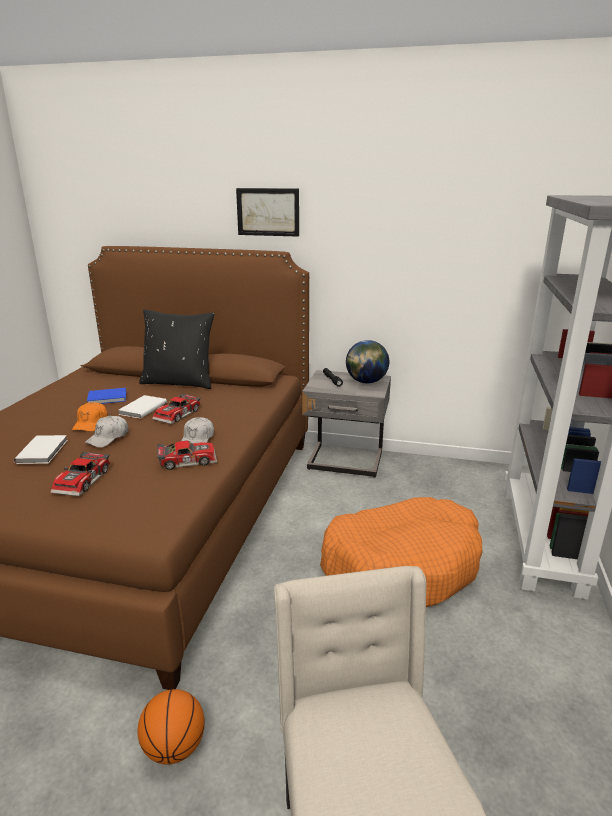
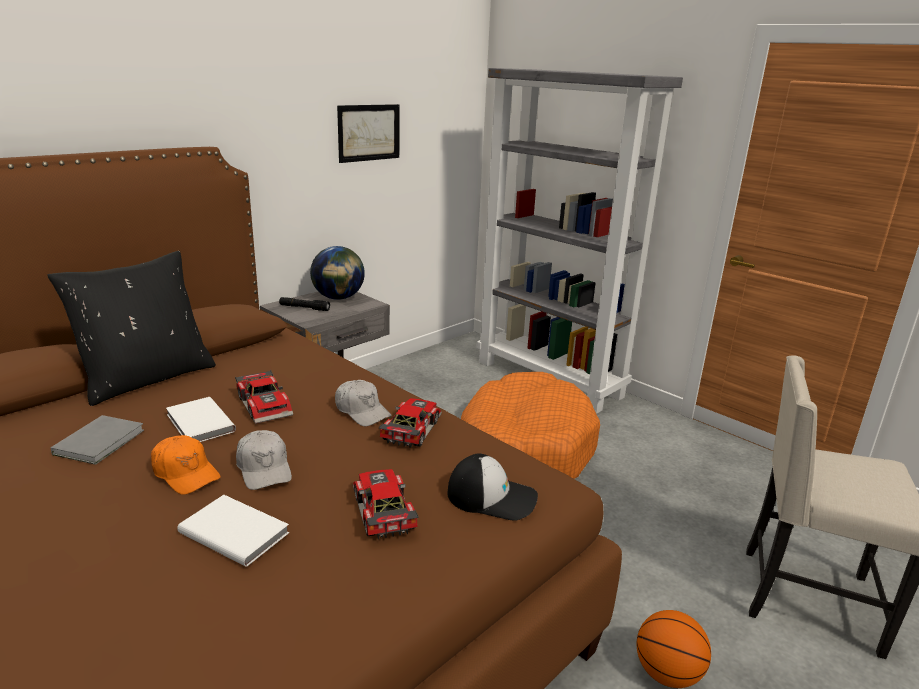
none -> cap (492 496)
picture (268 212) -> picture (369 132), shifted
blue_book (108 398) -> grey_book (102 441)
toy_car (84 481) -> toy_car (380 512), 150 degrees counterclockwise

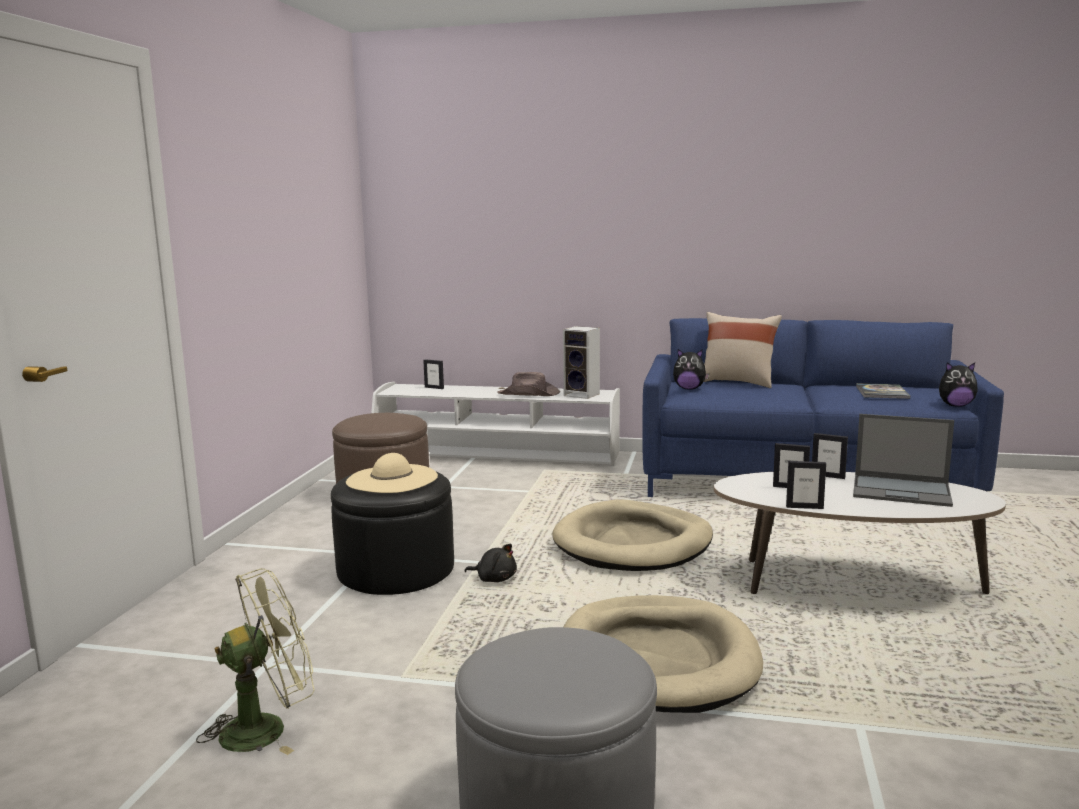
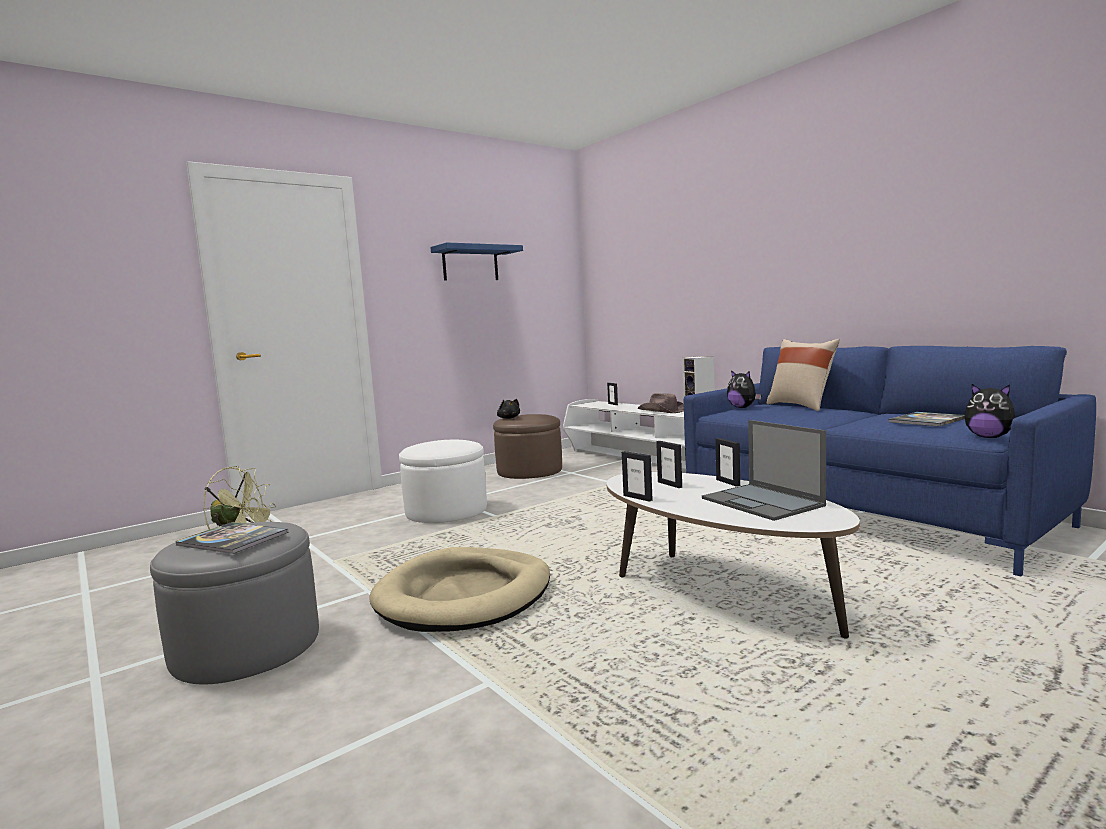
beige_hat (392 479) -> none
beige_dog_bed (633 543) -> none
none -> book (232 539)
none -> blue_shelf (470 264)
black_plush_toy (494 579) -> black_plush_toy (508 418), shifted
black_ottoman (396 570) -> white_ottoman (446 510)

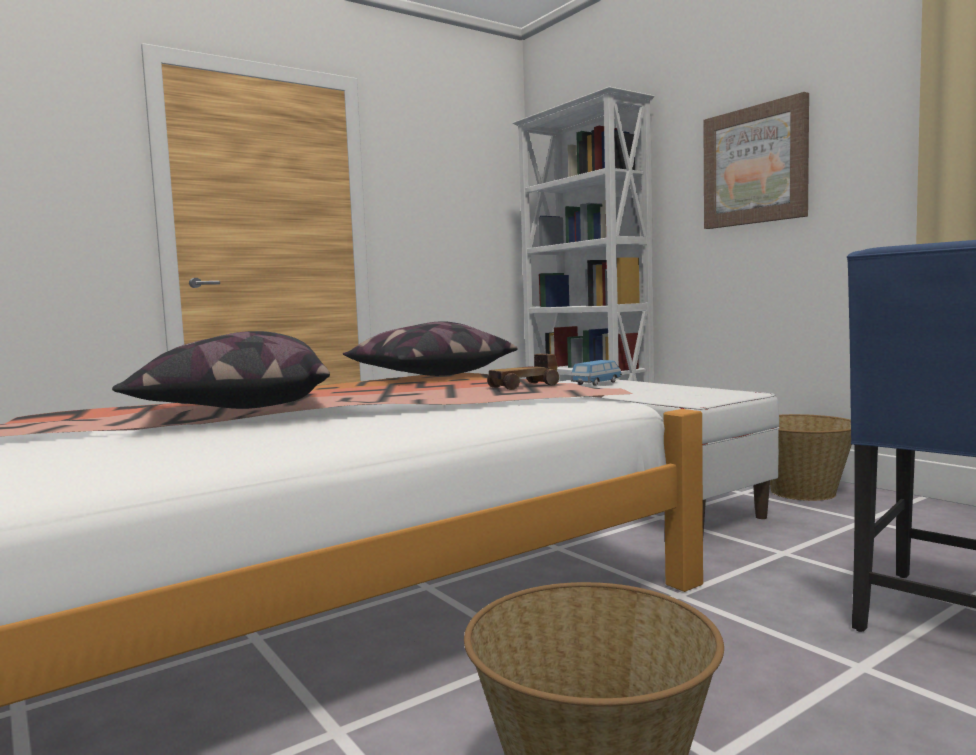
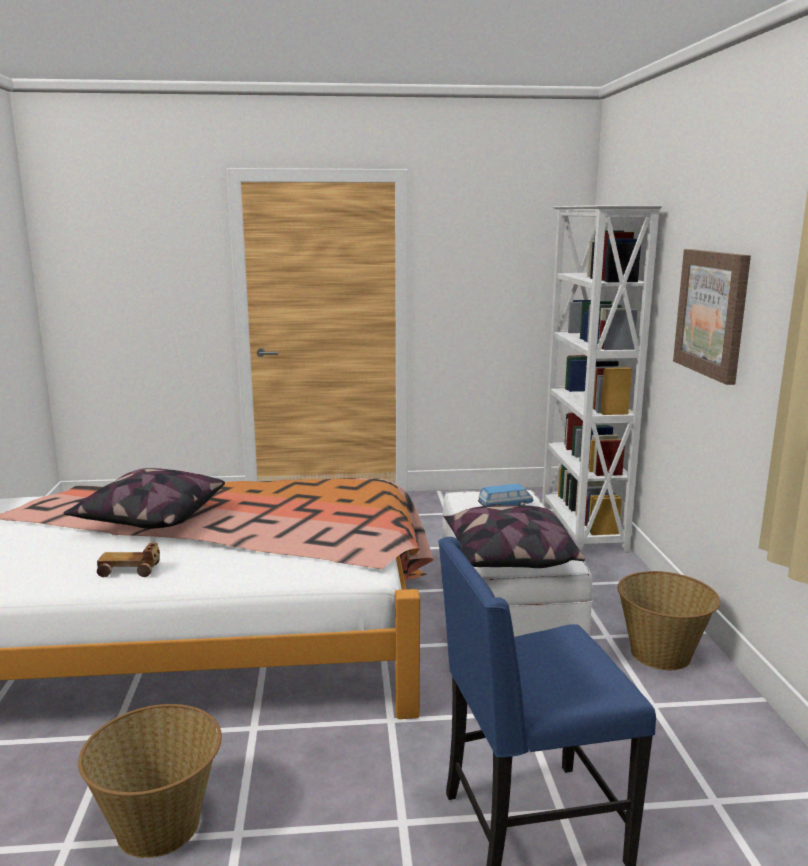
pillow (428 376) -> pillow (508 558), shifted
toy_car (524 386) -> toy_car (130 570), shifted

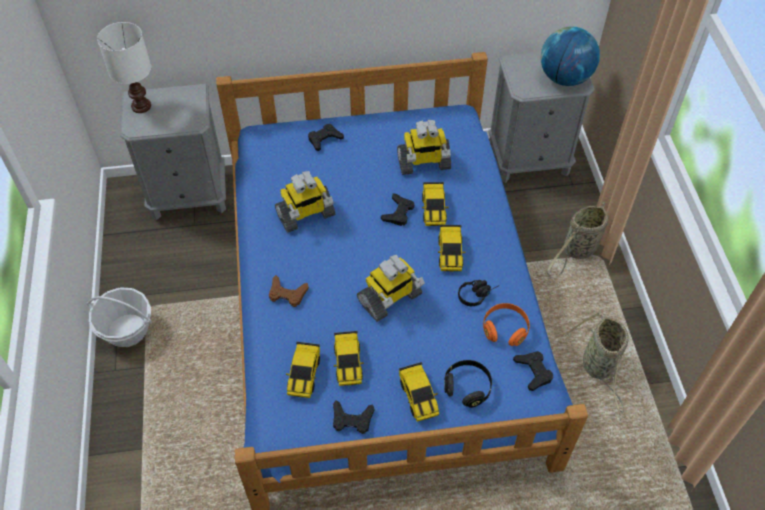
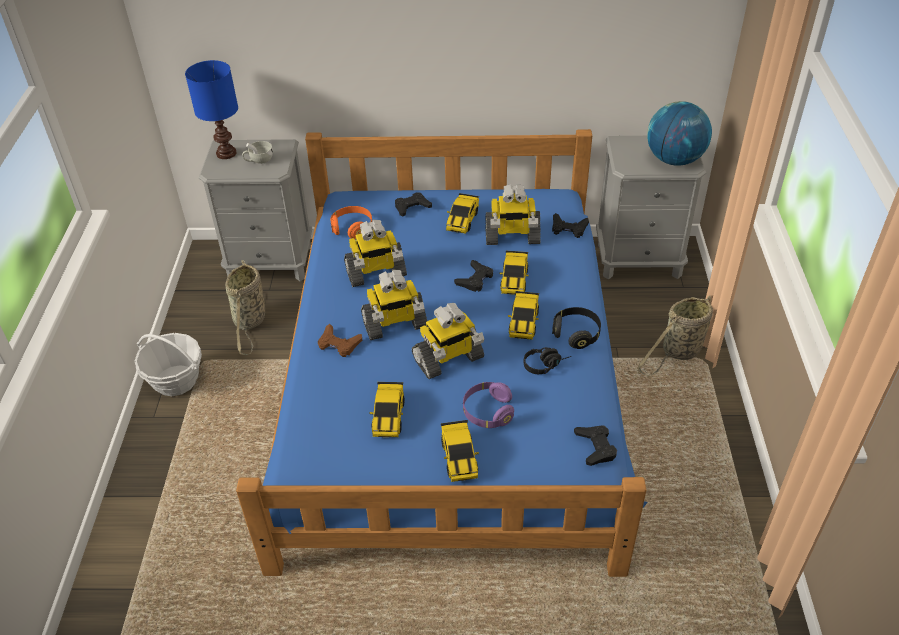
none -> white_cup (259 160)
none -> toy_robot (394 325)
none -> purple_headphones (488 412)
toy_car (304 374) -> toy_car (462 220), shifted
black_game_controller (352 419) -> black_game_controller (568 228), shifted
black_headphones (467 387) -> black_headphones (576 334), shifted
orange_headphones (505 329) -> orange_headphones (352 229), shifted
basket (598 367) -> basket (250 322), shifted
white_table_lamp (140 106) -> blue_table_lamp (225 153)

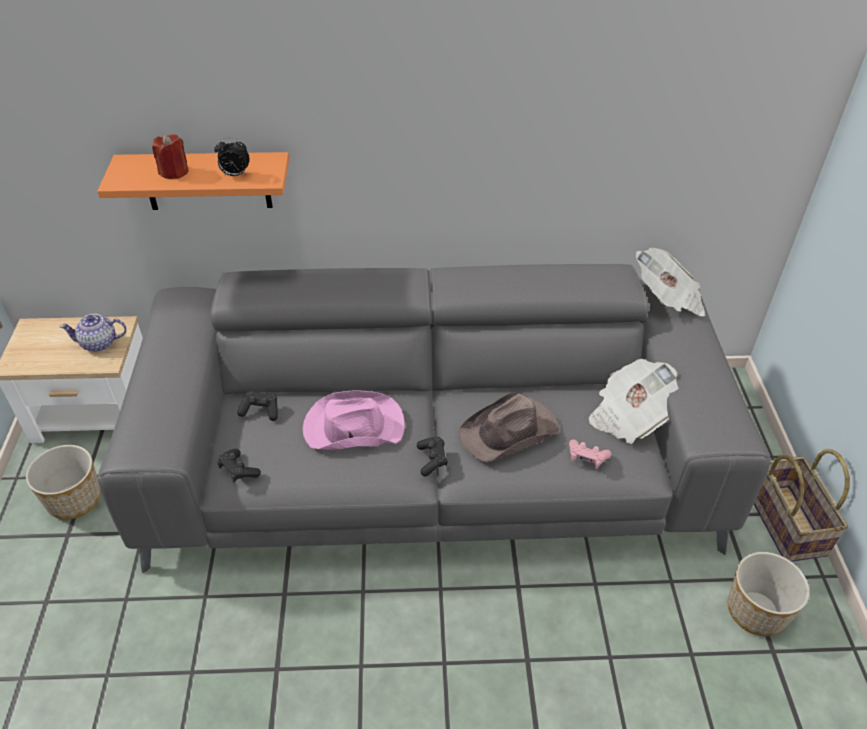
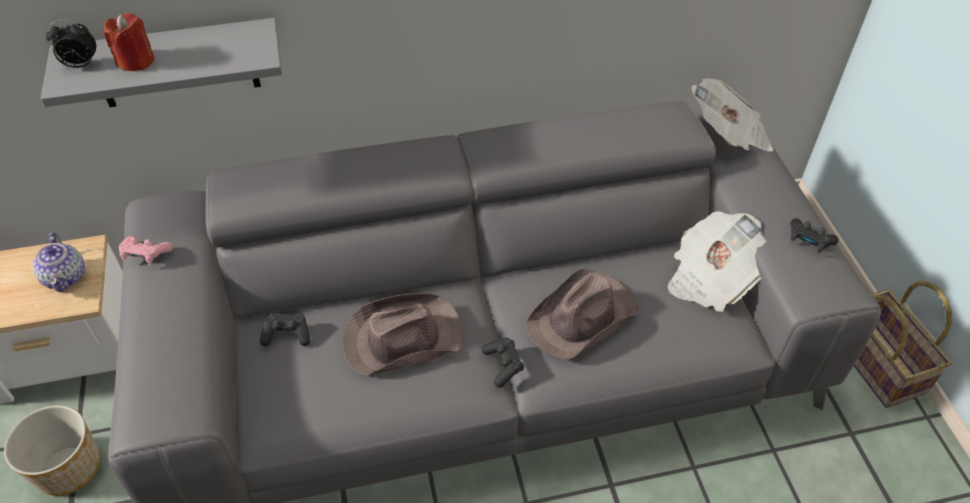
planter (757 612) -> none
alarm_clock (235 175) -> alarm_clock (81 65), shifted
black_game_controller (238 471) -> black_game_controller (808 241), shifted
pink_game_controller (586 458) -> pink_game_controller (146 255), shifted
orange_shelf (207 181) -> grey_shelf (175 64)
pink_hat (352 426) -> brown_hat (401 338)
teapot (99 343) -> teapot (66 276), 90 degrees counterclockwise

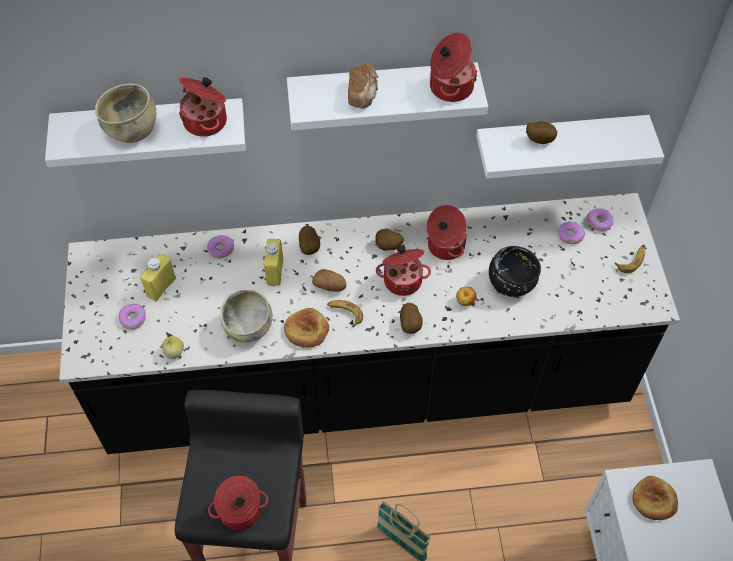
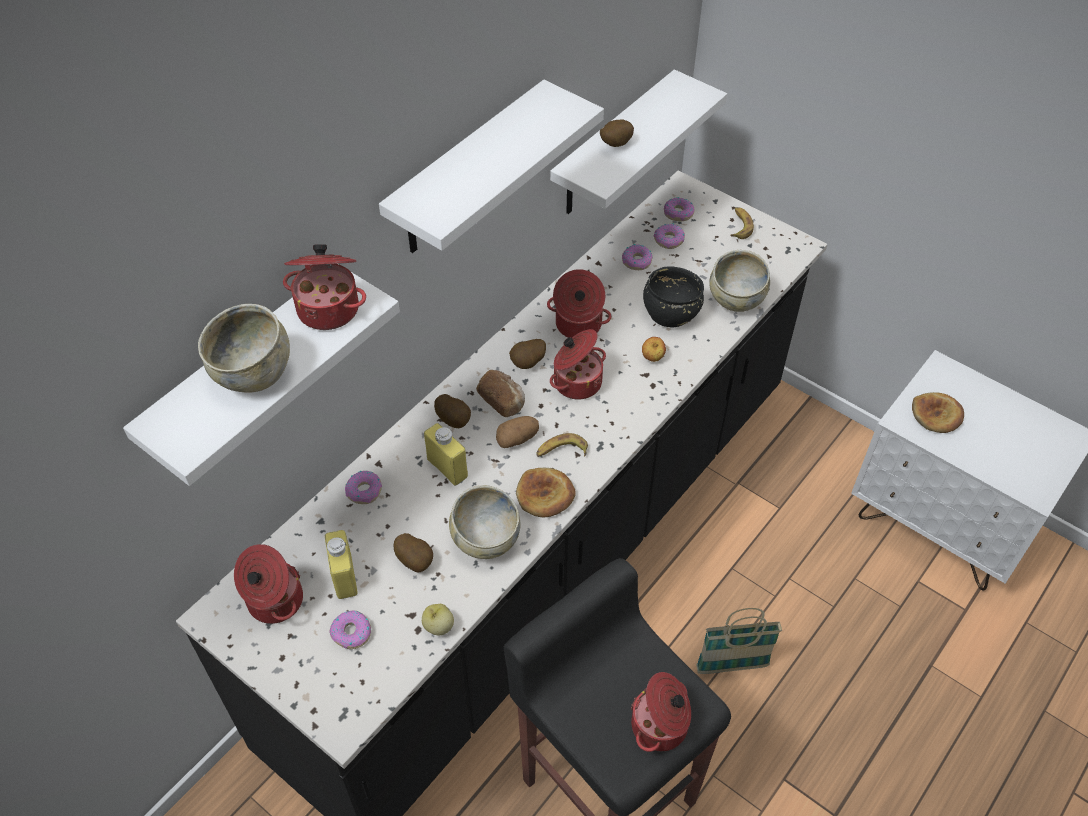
none -> donut (637 261)
none -> beige_bowl (736 299)
bread (363 94) -> bread (502 400), shifted
potato (410 325) -> potato (416 561), shifted
cooking_pot (449 87) -> cooking_pot (274 601), shifted

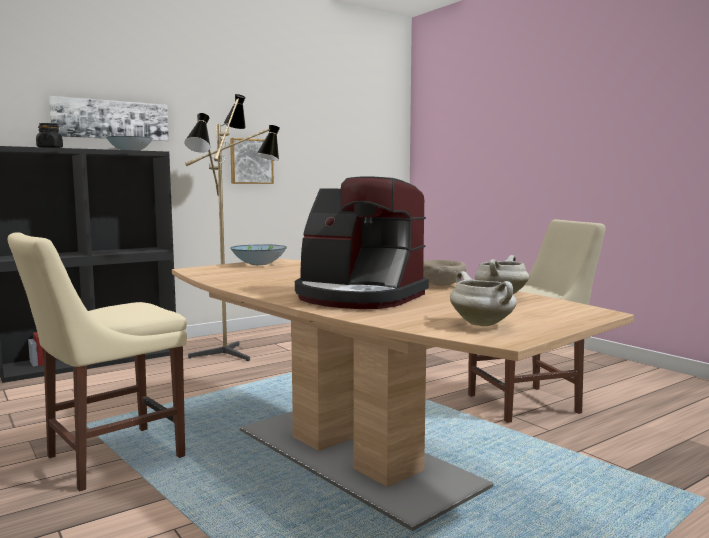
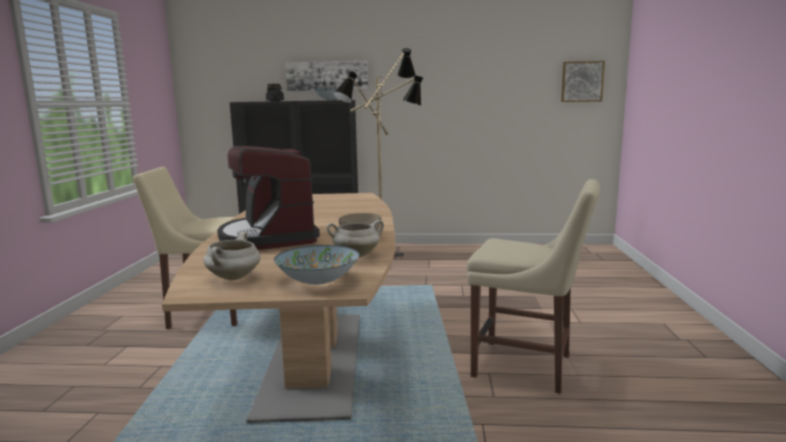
picture (251 161) -> picture (582 81), shifted
bowl (259 264) -> bowl (318 281), shifted

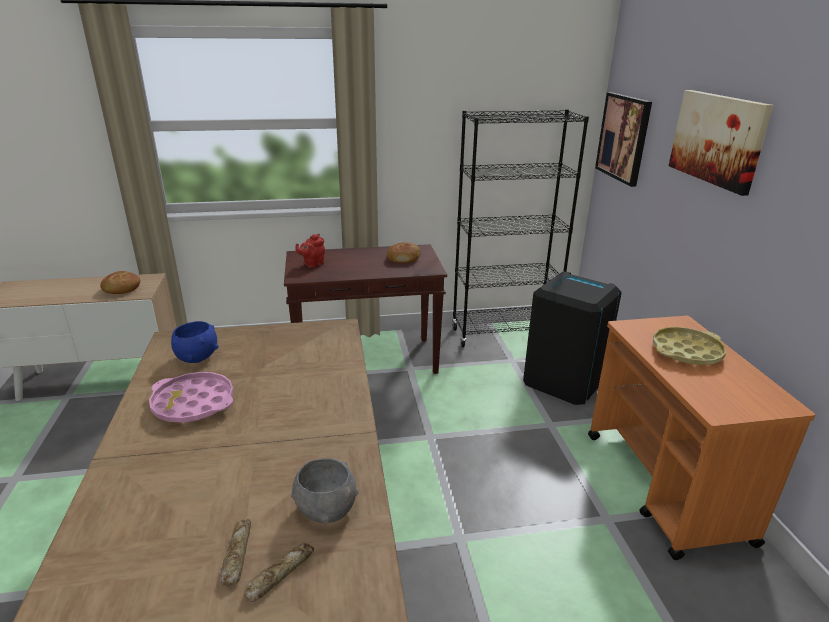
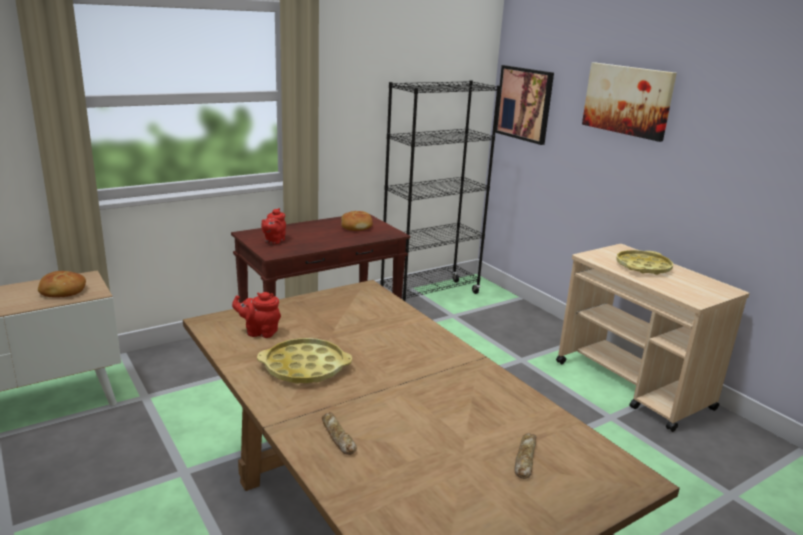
grey_bowl (326 508) -> none
black_trash_can (563 380) -> none
bread (236 555) -> bread (337 437), shifted
blue_bowl (198 357) -> red_teapot (259 332)
pink_tray (193 403) -> yellow_tray (305 367)
orange_cart (665 487) -> beige_cart (633 385)

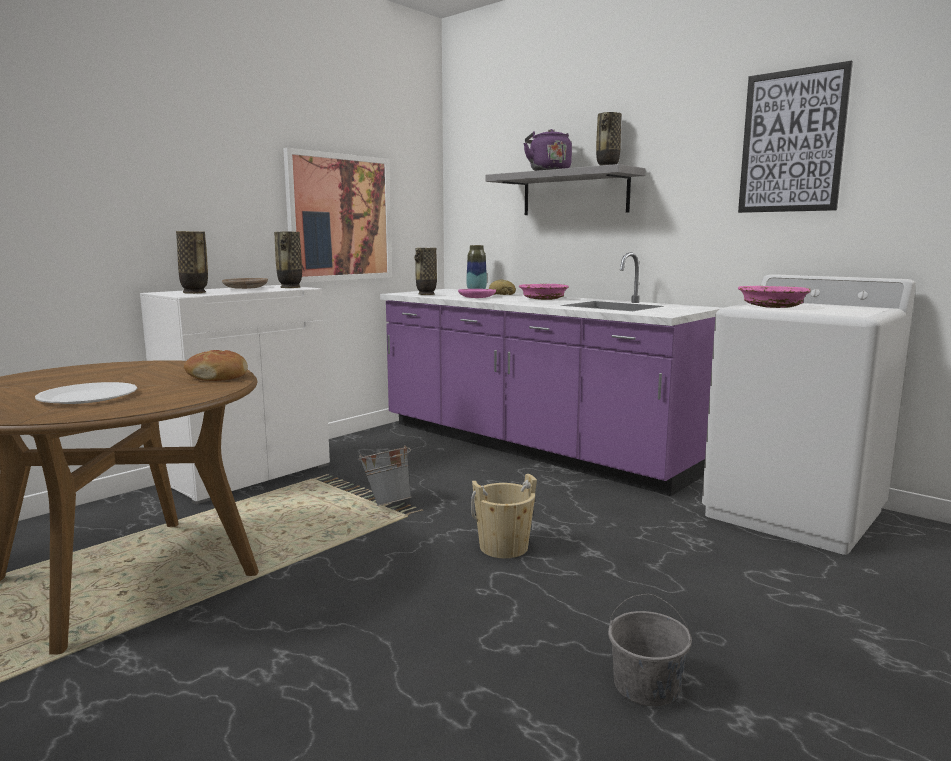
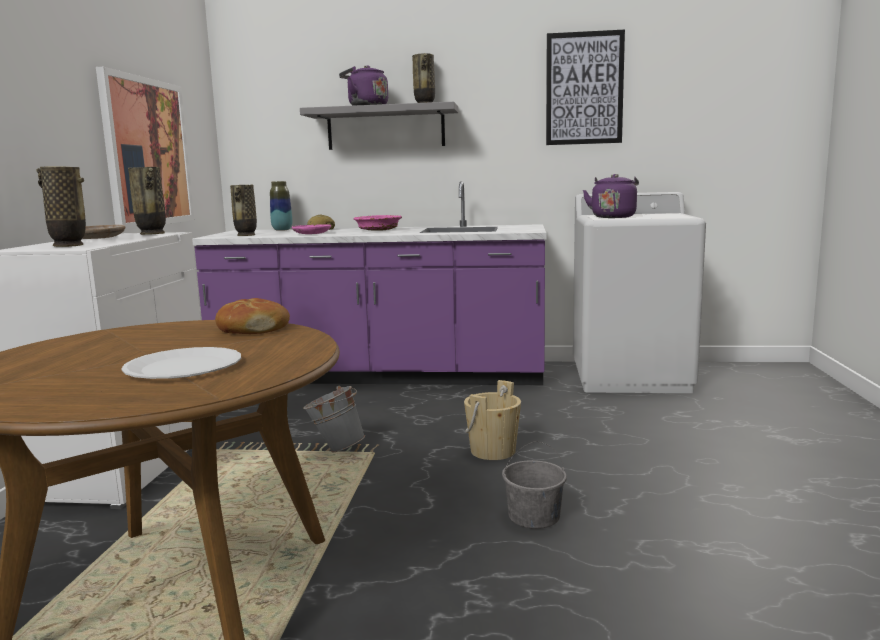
grey_bucket (647 686) -> grey_bucket (534 516), shifted
pink_bowl (772 306) -> purple_kettle (613 217)

